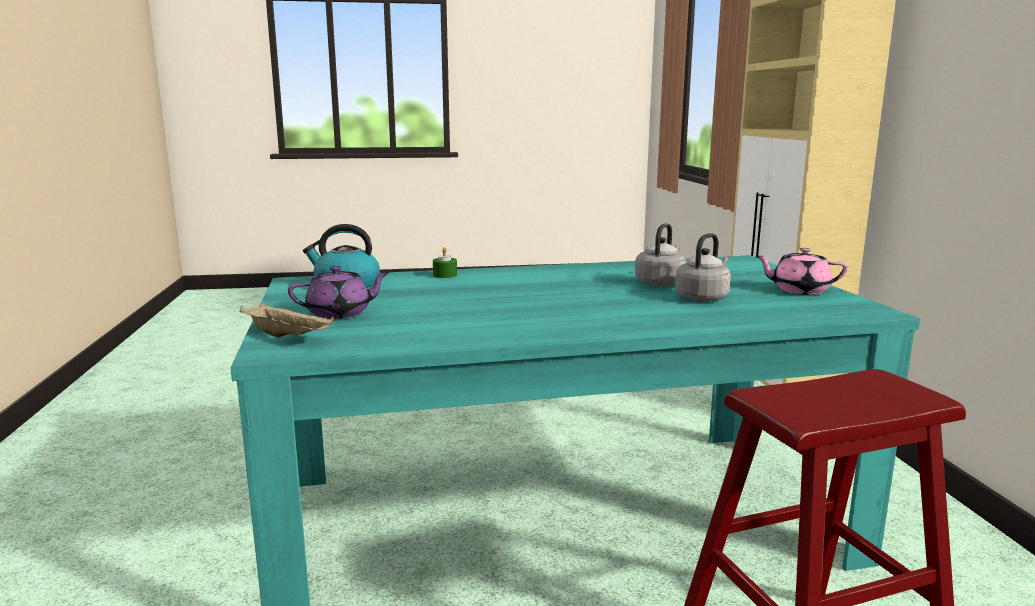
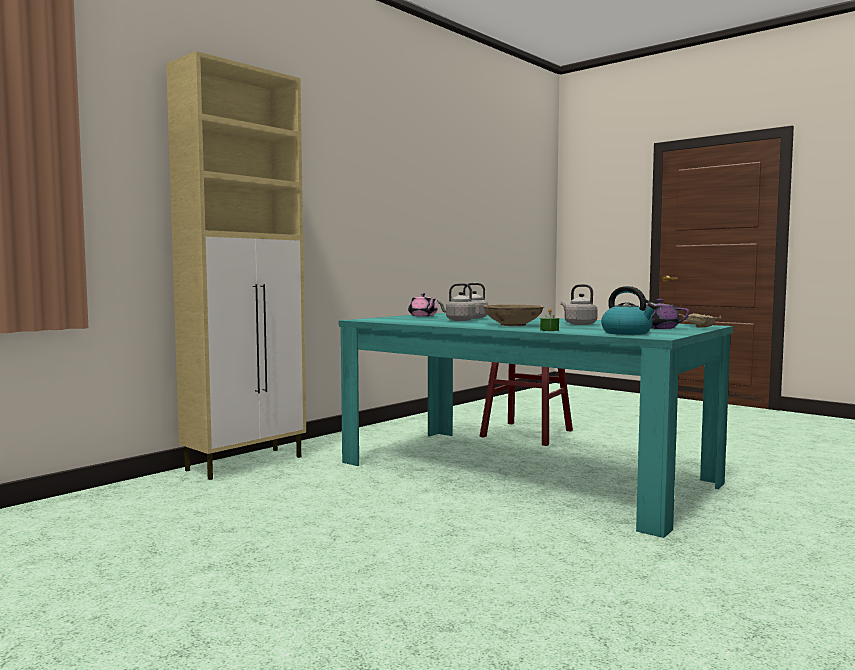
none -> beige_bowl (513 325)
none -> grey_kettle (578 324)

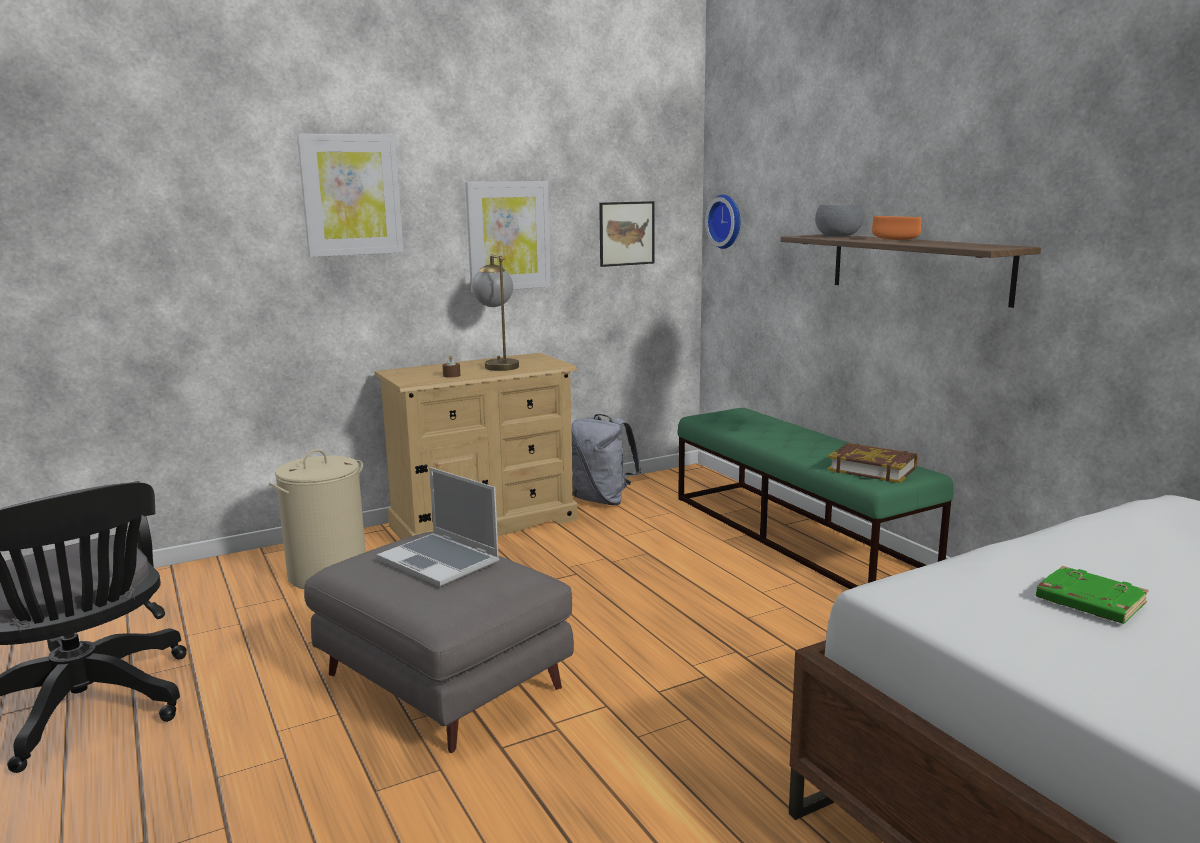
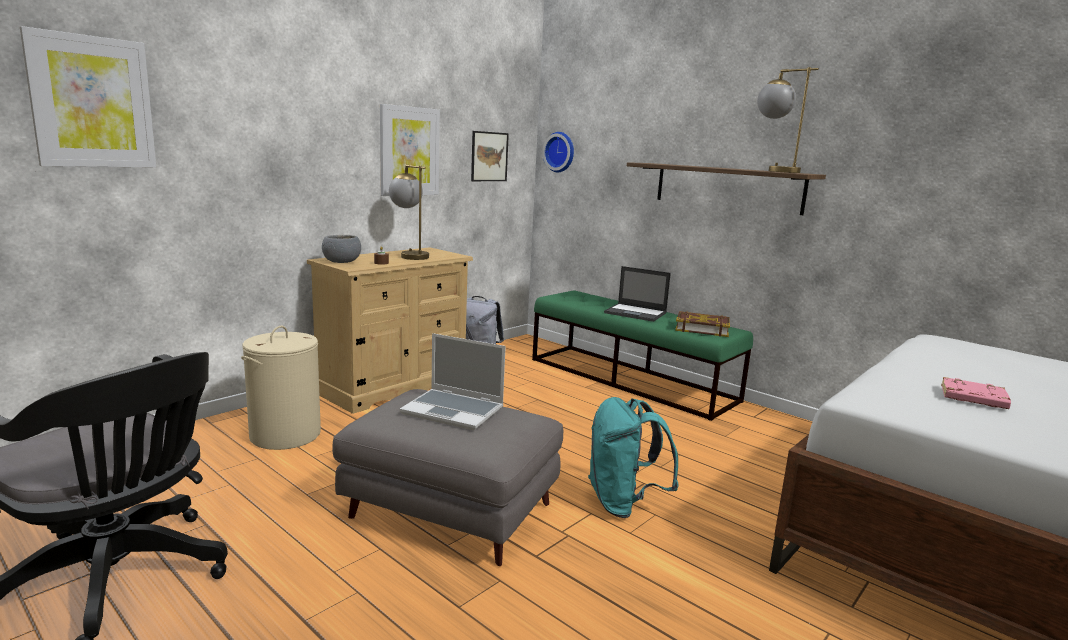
orange_bowl (895 239) -> none
none -> turquoise_backpack (623 504)
none -> laptop (636 313)
none -> table_lamp (773 171)
picture (351 195) -> picture (92 102), shifted
grey_bowl (838 236) -> grey_bowl (342 262), shifted
green_book (1088 602) -> pink_book (972 398)

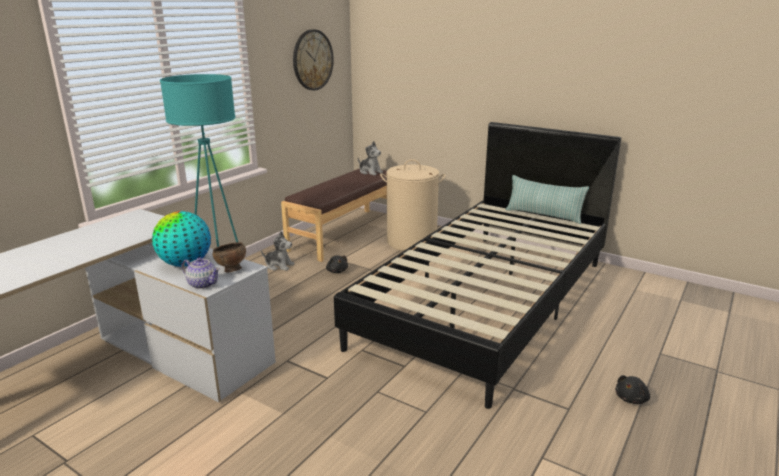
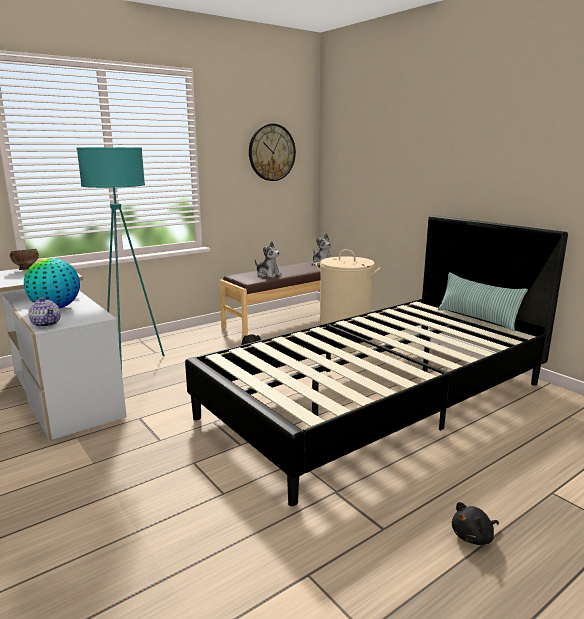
brown_bowl (231 270) -> brown_bowl (26 270), shifted
plush_toy (279 265) -> plush_toy (268 274), shifted

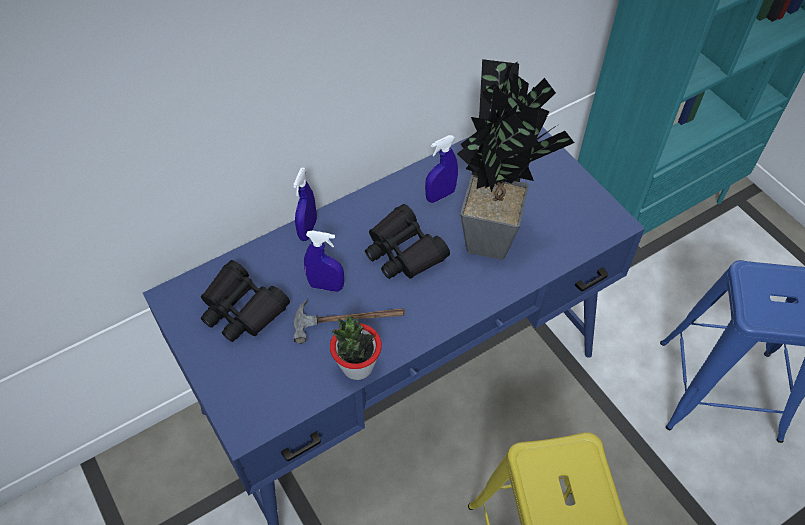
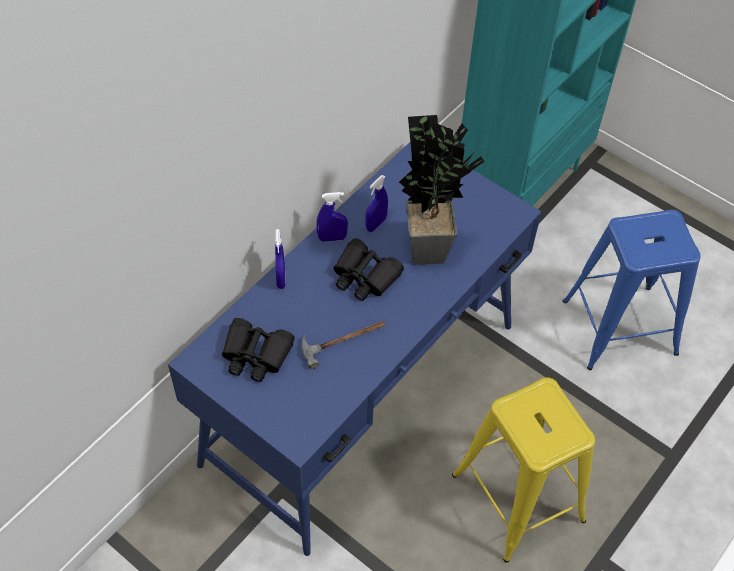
potted_plant (357 366) -> none
blue_spray_bottle (326 286) -> blue_spray_bottle (332 238), shifted

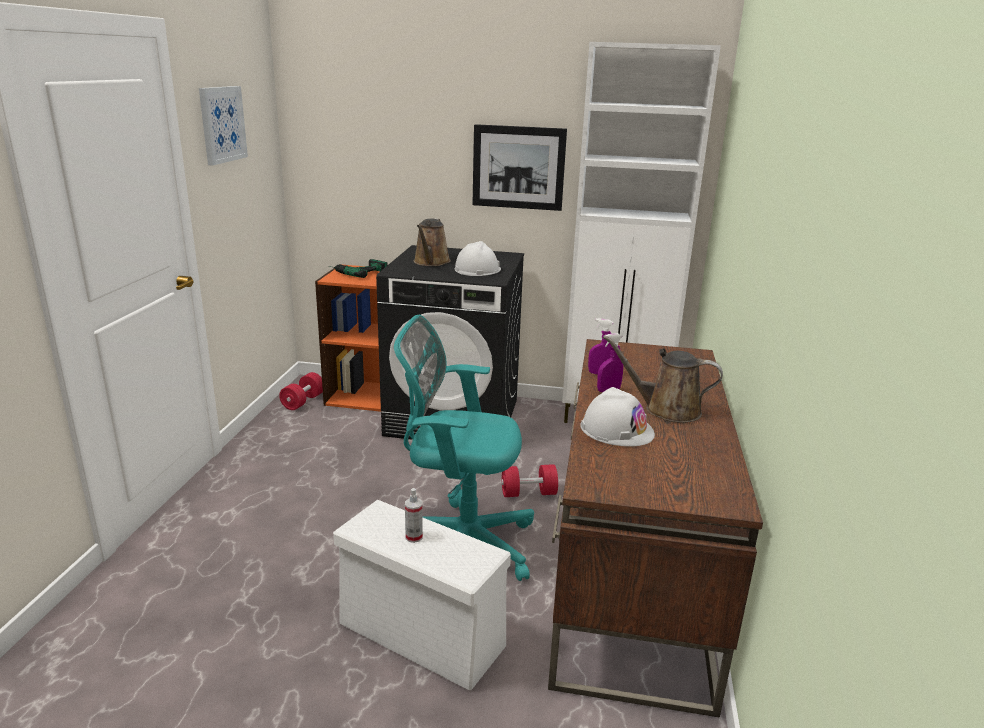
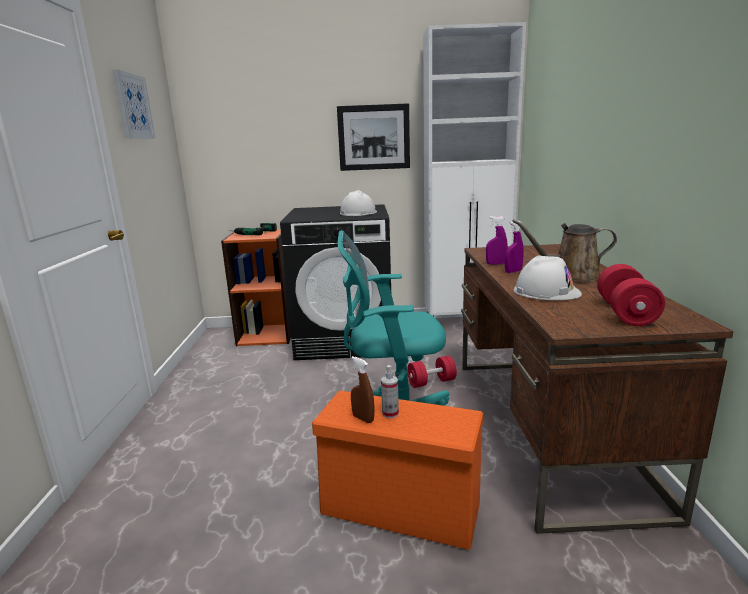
brown_watering_can (431 262) -> none
none -> brown_spray_bottle (363 418)
red_dumbbell (303 401) -> red_dumbbell (625 313), shifted
white_storage_box (419 634) -> orange_storage_box (397 509)

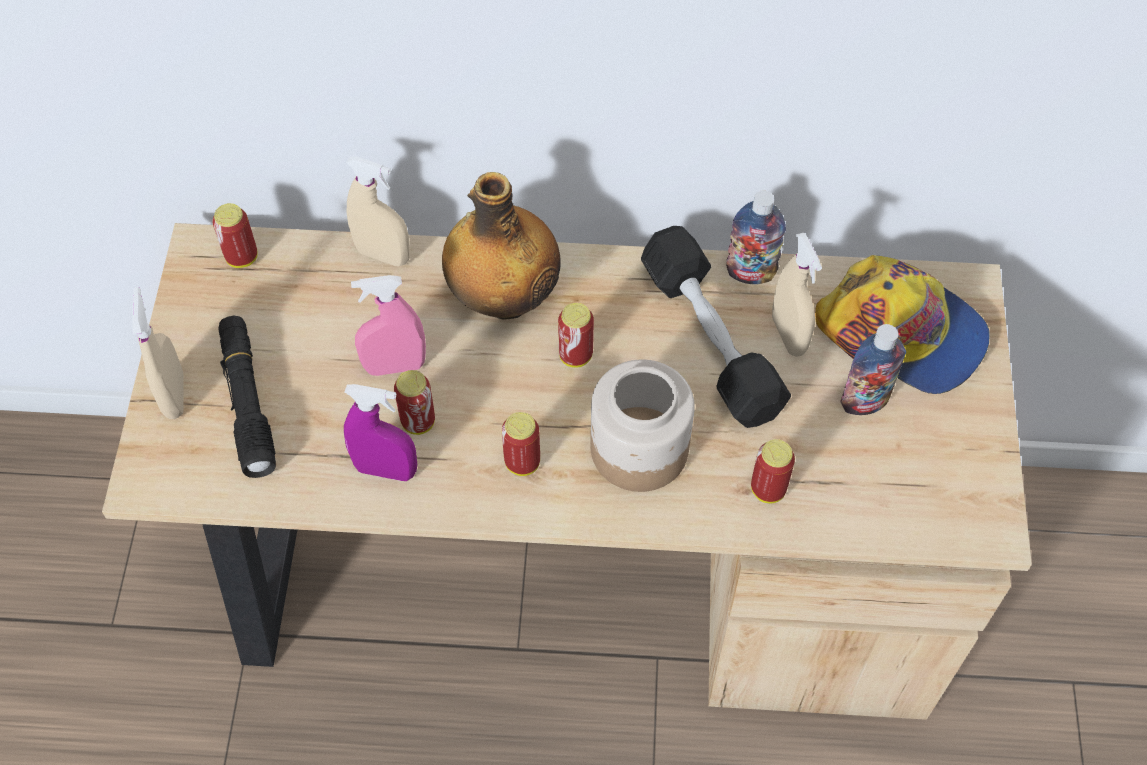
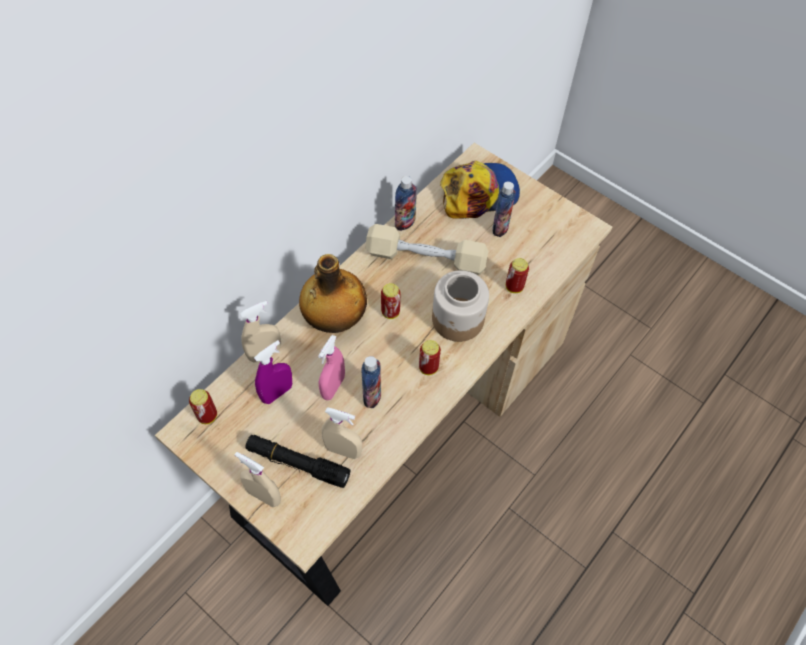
purple_spray_bottle (386 470) -> purple_spray_bottle (277 393), shifted
beige_spray_bottle (788 335) -> beige_spray_bottle (343 450), shifted
can (418 421) -> bottle (372 396)
black_dumbbell (711 340) -> beige_dumbbell (426 258)

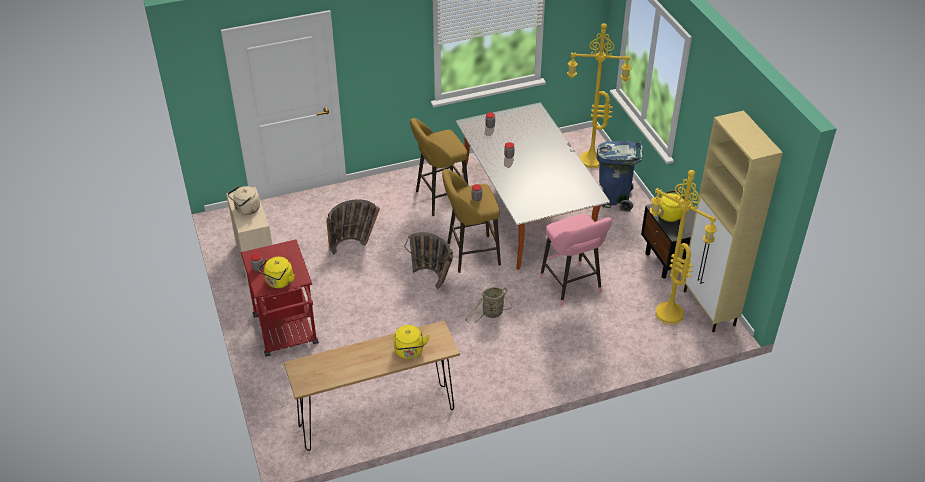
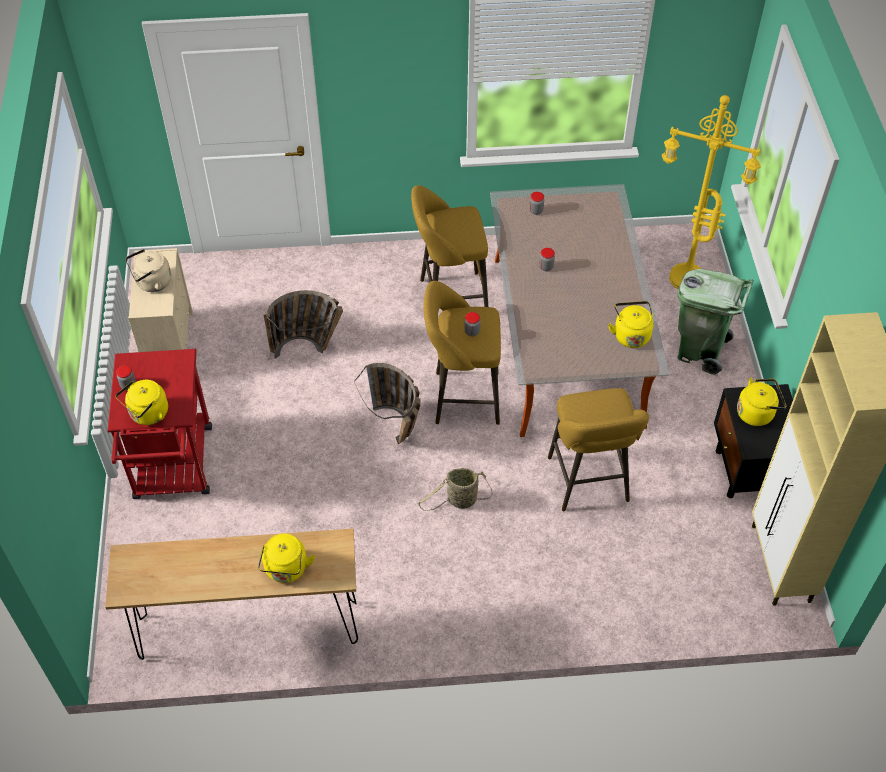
yellow_floor_lamp (667 314) -> none
none -> yellow_kettle (630 334)
pink_stool (572 287) -> yellow_stool (589 483)
blue_trash_can (614 199) -> green_trash_can (700 350)

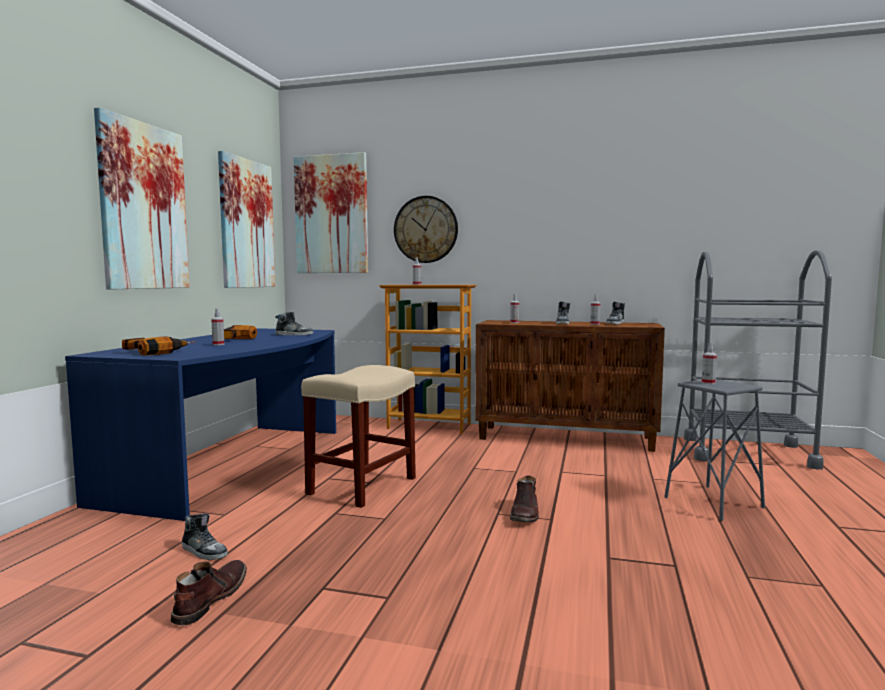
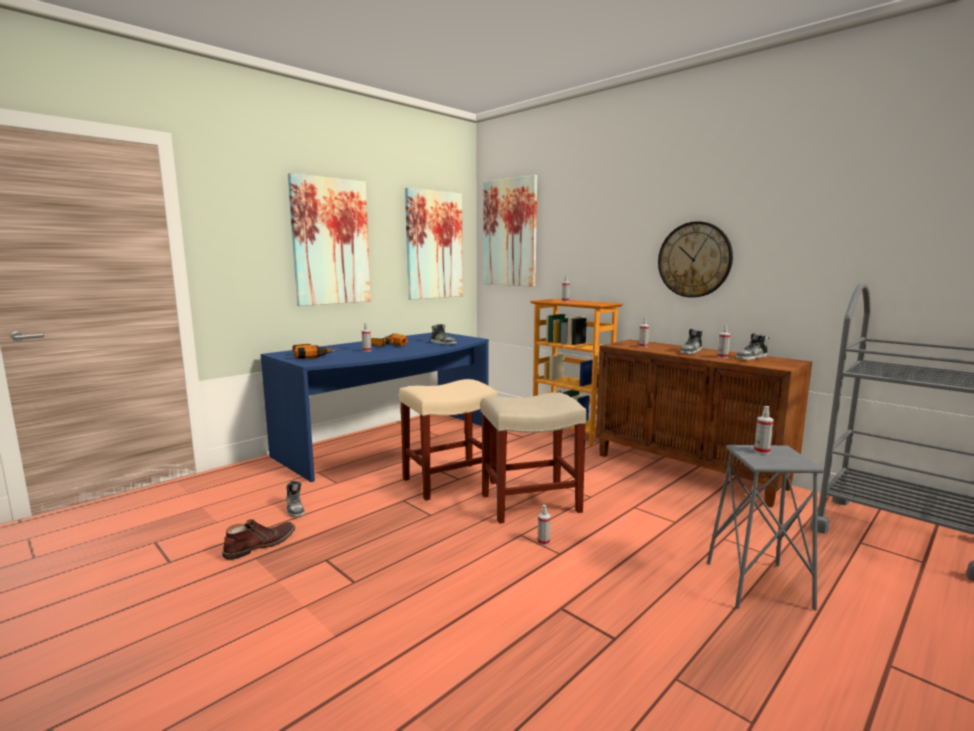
none -> beige_stool (529 504)
wall_clock (426 229) -> wall_clock (694 259), shifted
brown_boot (525 514) -> spray_bottle (543 542)

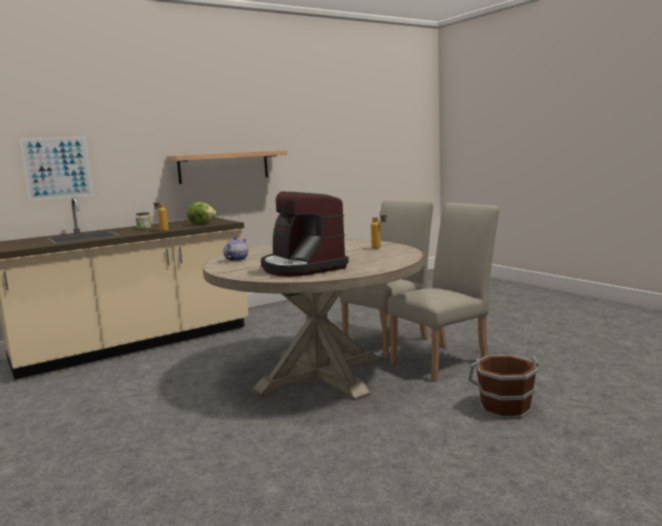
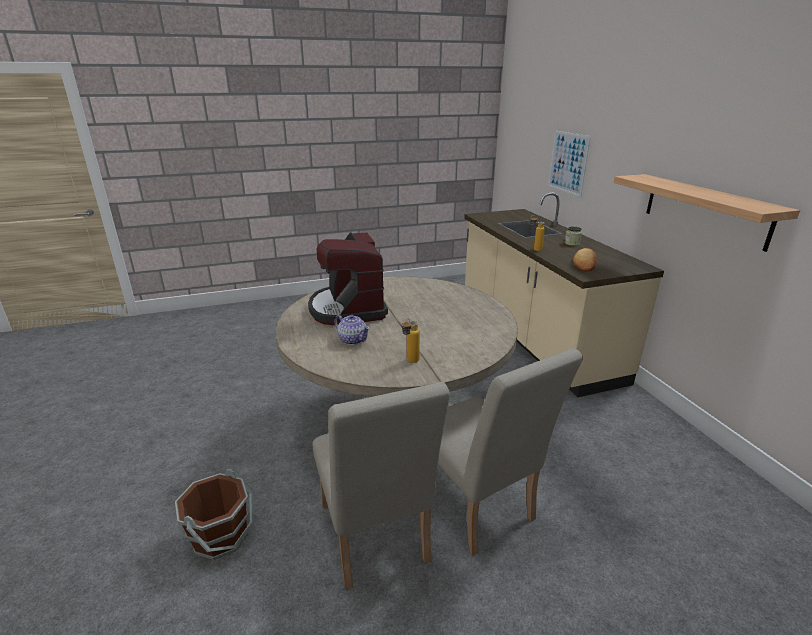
teapot (236 259) -> teapot (352 340), shifted
lettuce (201 224) -> bread (585 263)
coffee_machine (302 267) -> coffee_machine (348 308), 90 degrees counterclockwise

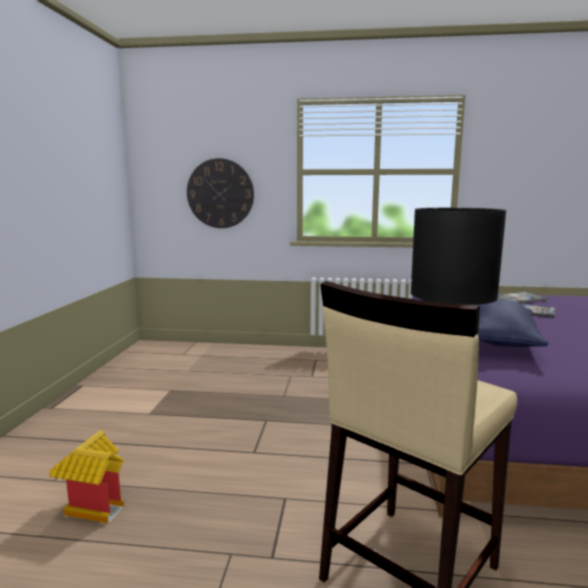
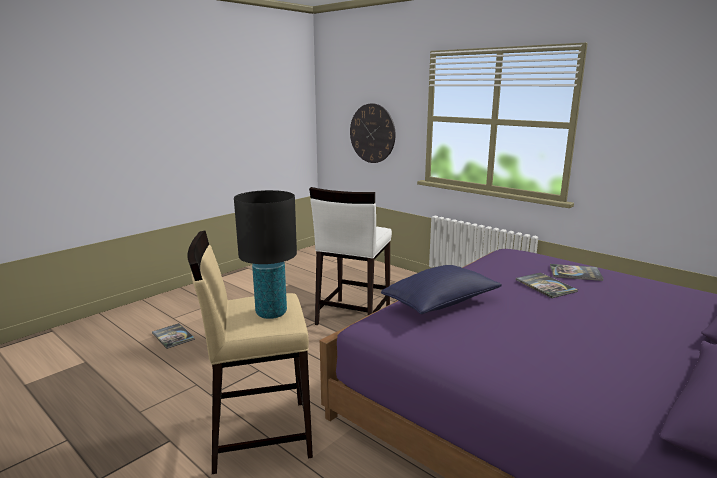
none -> white_stool (352 316)
toy_house (92 505) -> book (173 336)

